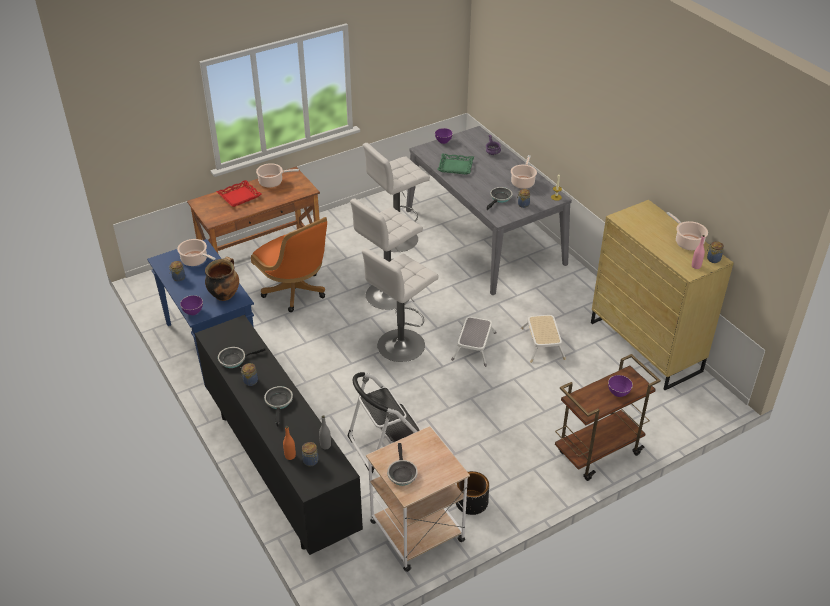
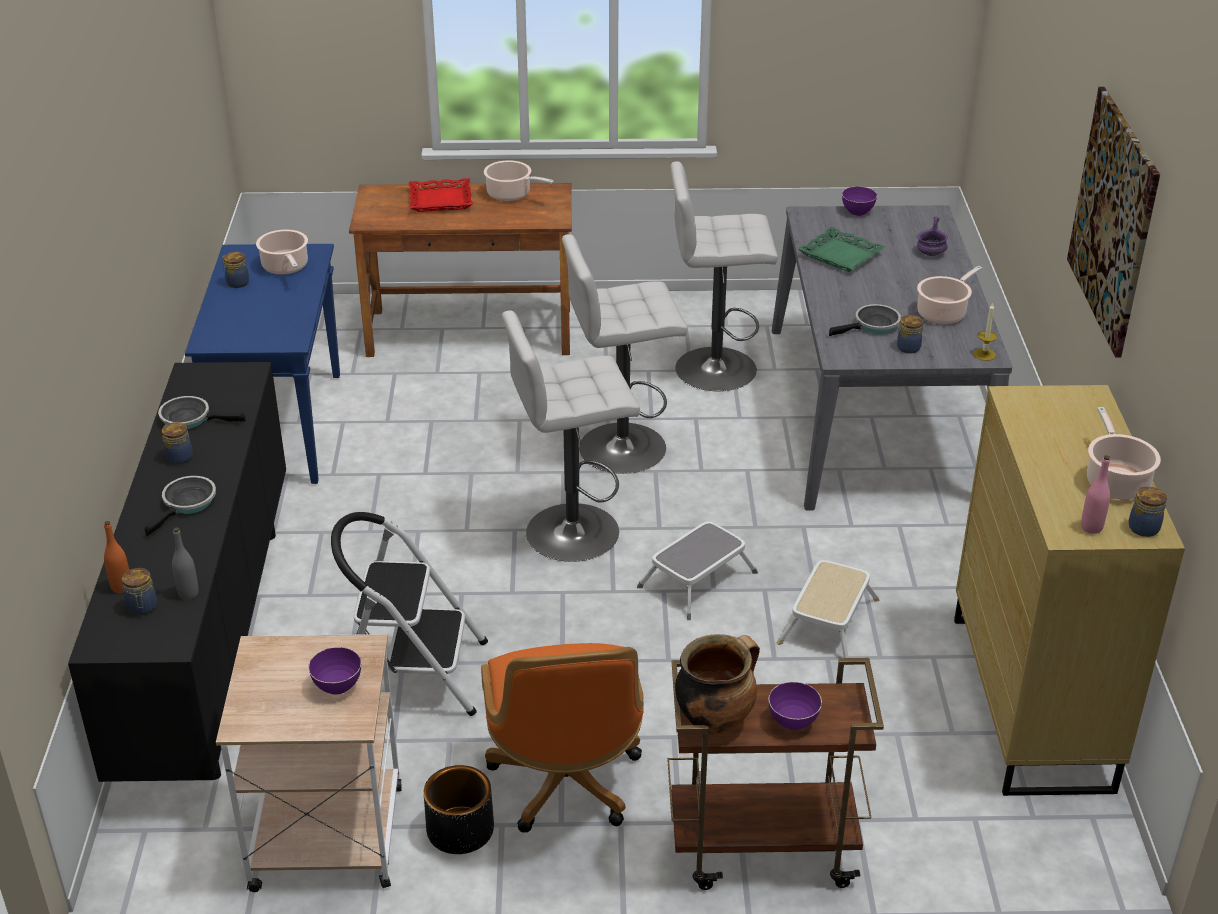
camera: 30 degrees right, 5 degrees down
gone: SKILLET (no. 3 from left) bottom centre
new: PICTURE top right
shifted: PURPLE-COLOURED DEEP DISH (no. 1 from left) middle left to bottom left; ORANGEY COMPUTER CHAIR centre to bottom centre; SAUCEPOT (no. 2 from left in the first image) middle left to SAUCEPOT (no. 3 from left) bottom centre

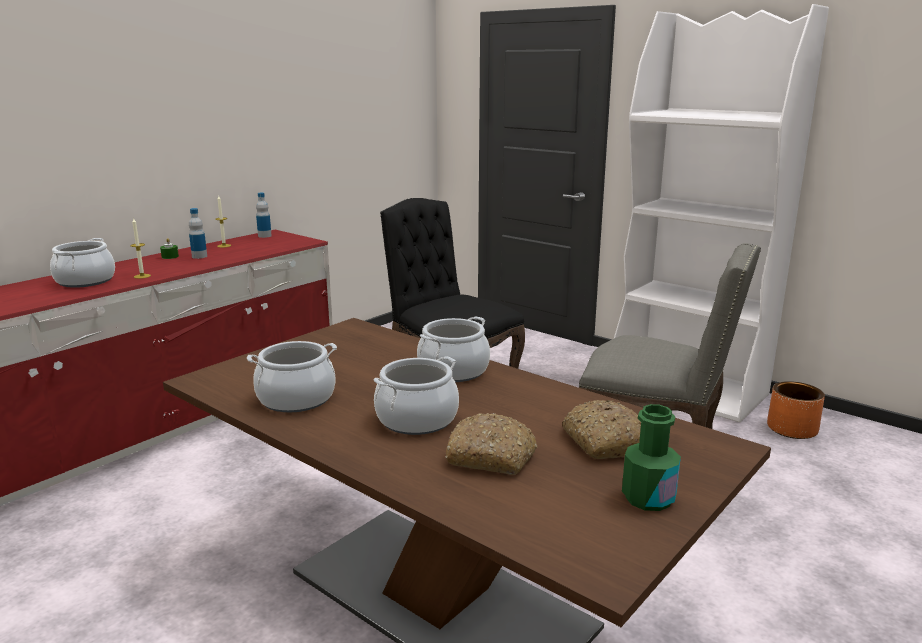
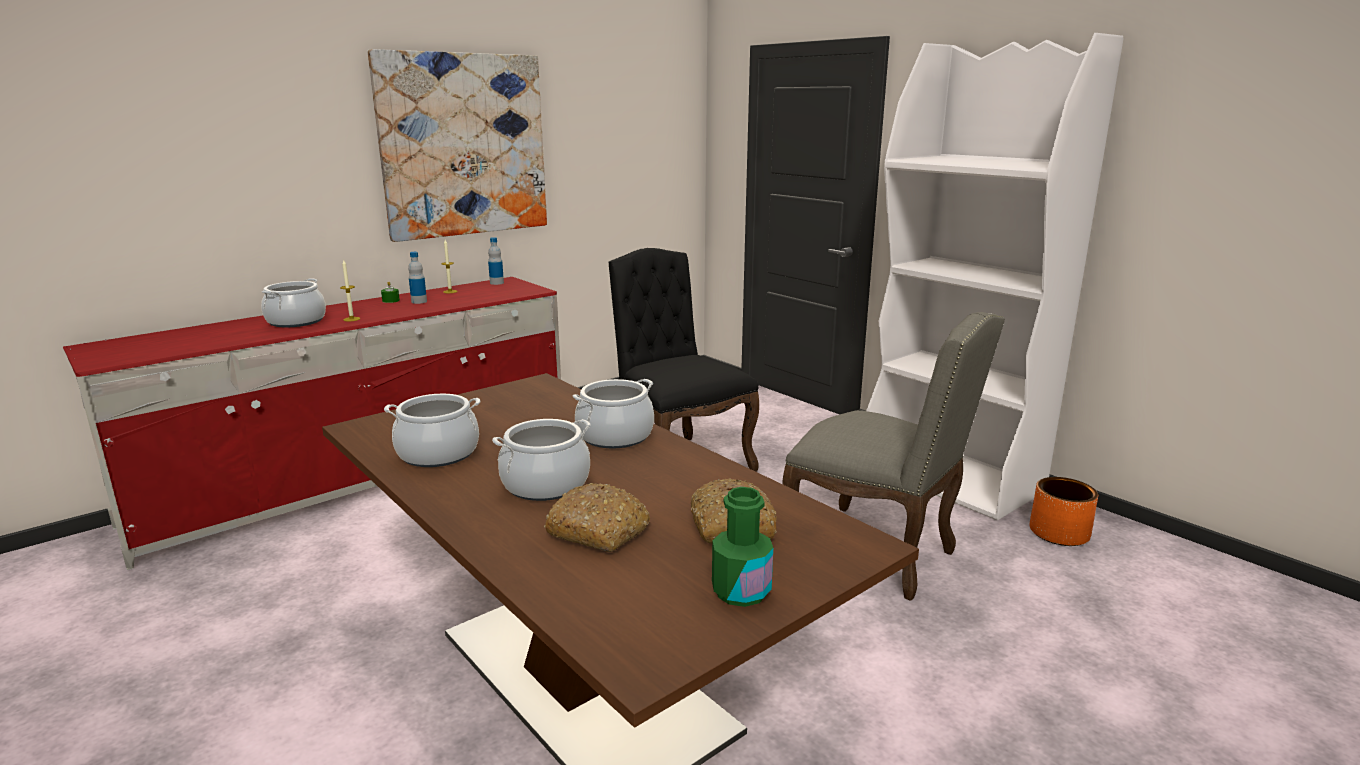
camera: 10 degrees right, 0 degrees up
new: PICTURE top centre

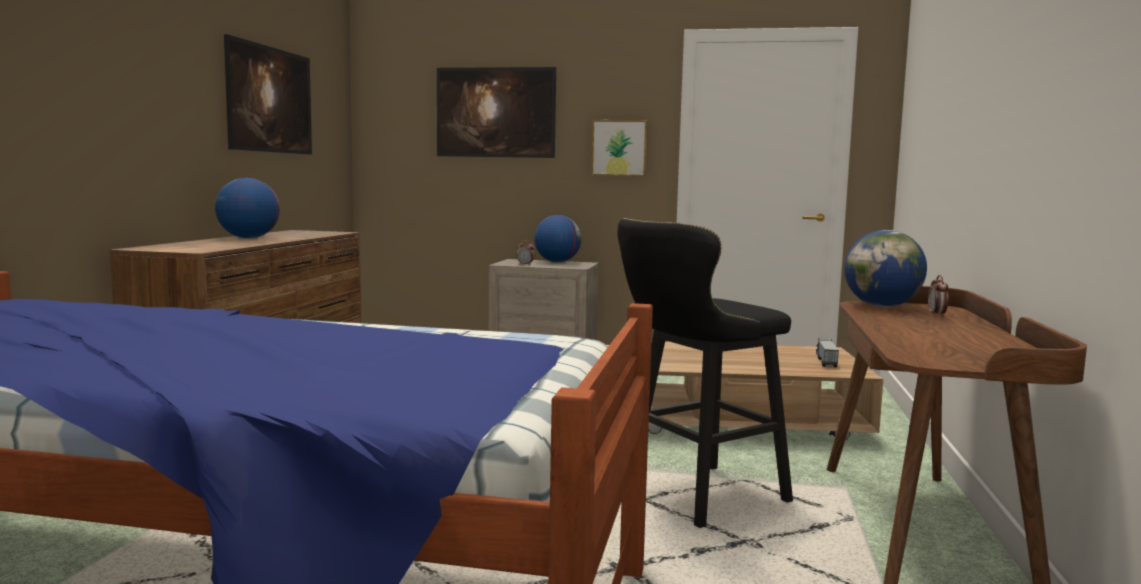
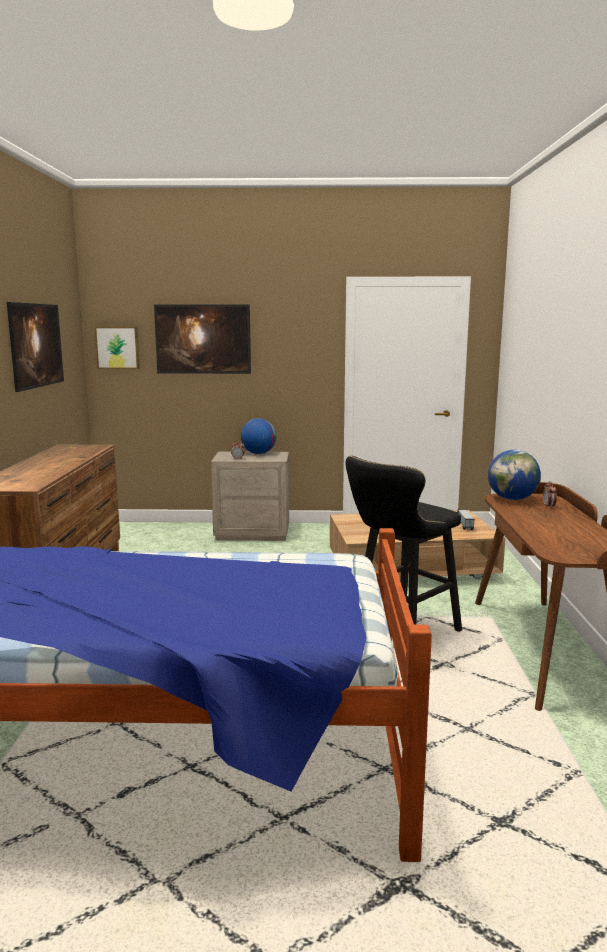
camera: 10 degrees left, 5 degrees up
gone: DESK GLOBE (no. 1 from left) middle left
shifted: PICTURE (no. 3 from left in the first image) top centre to PICTURE (no. 2 from left) middle left

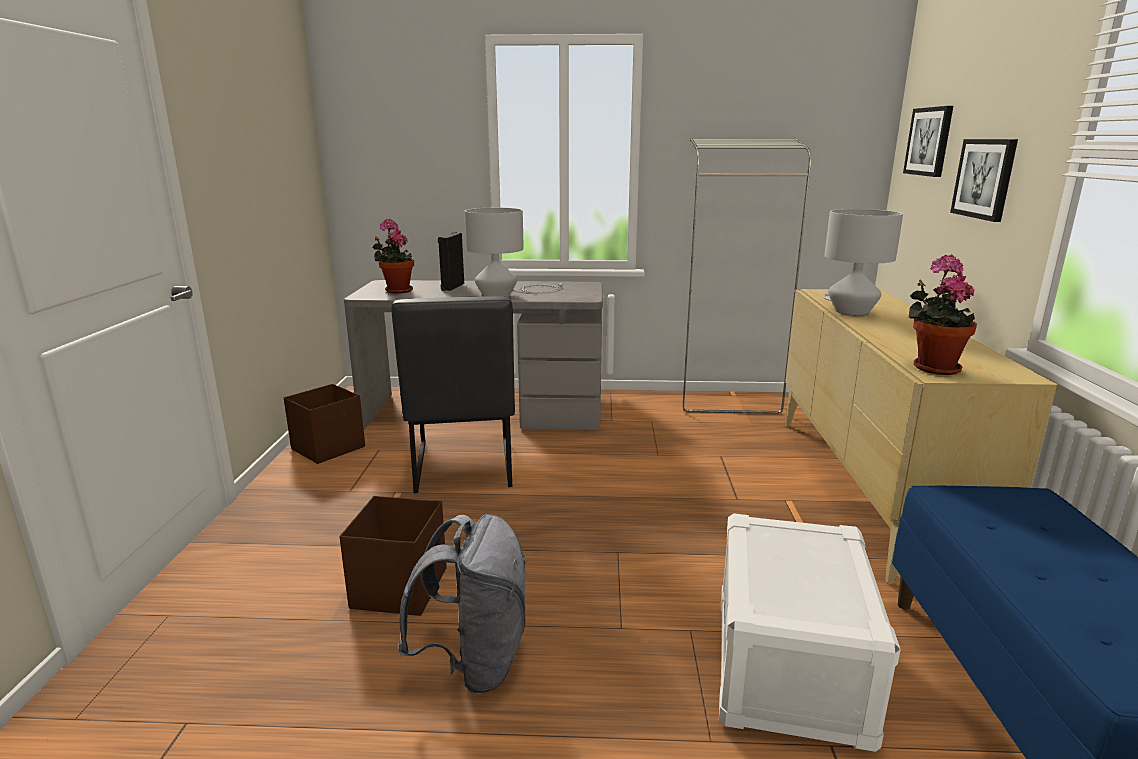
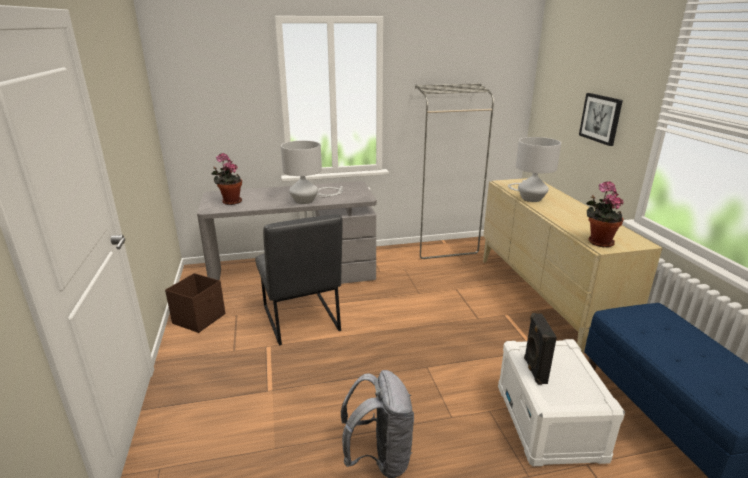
camera: 15 degrees left, 5 degrees up
gone: BROWNISH STORAGE BIN (no. 2 from left) bottom centre; PICTURE (no. 1 from left) top right
shifted: BLACKISH AUDIO SPEAKER centre to bottom right

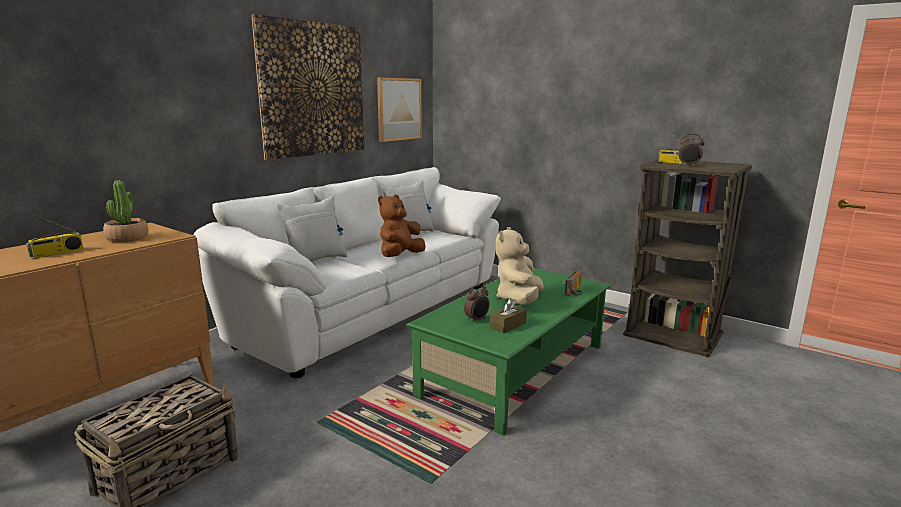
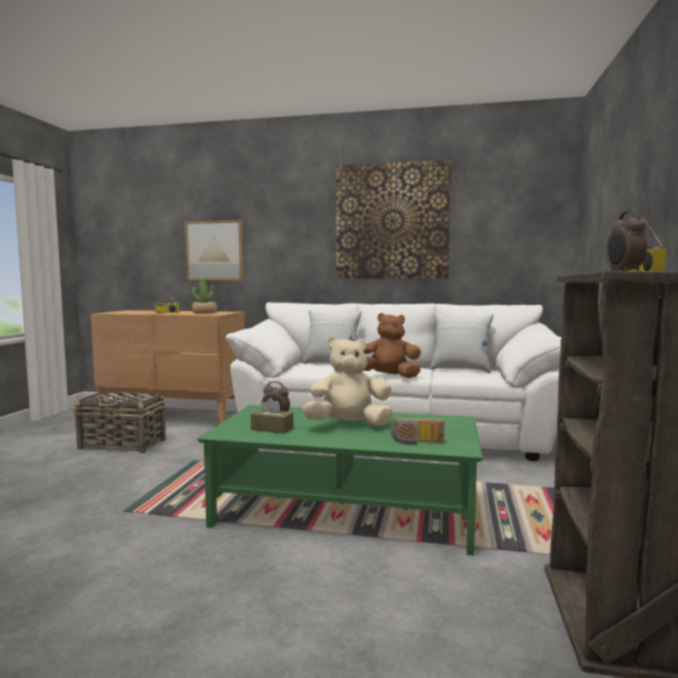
camera: 65 degrees right, 10 degrees down
shifted: PICTURE (no. 2 from left in the first image) top centre to PICTURE (no. 1 from left) middle left

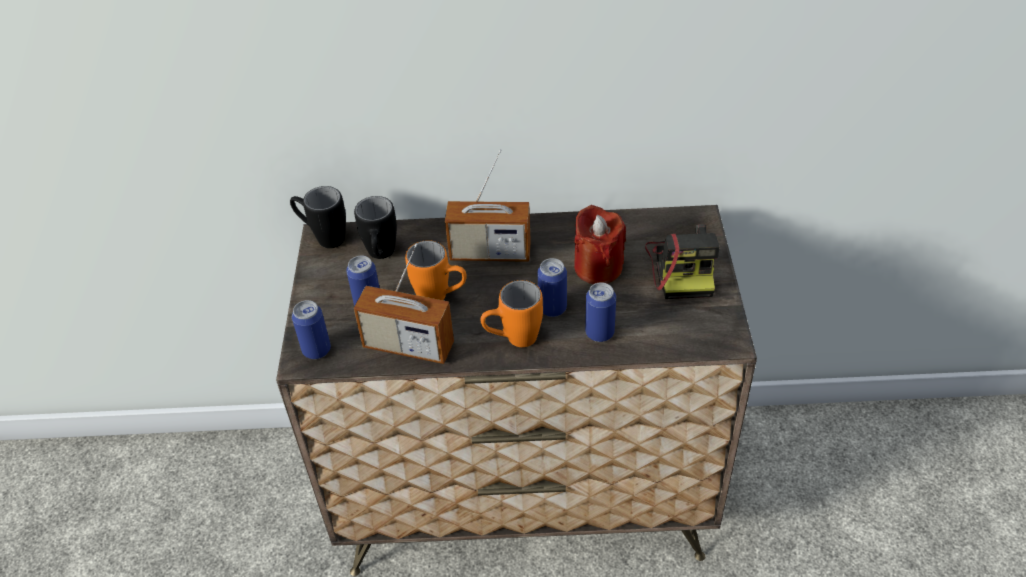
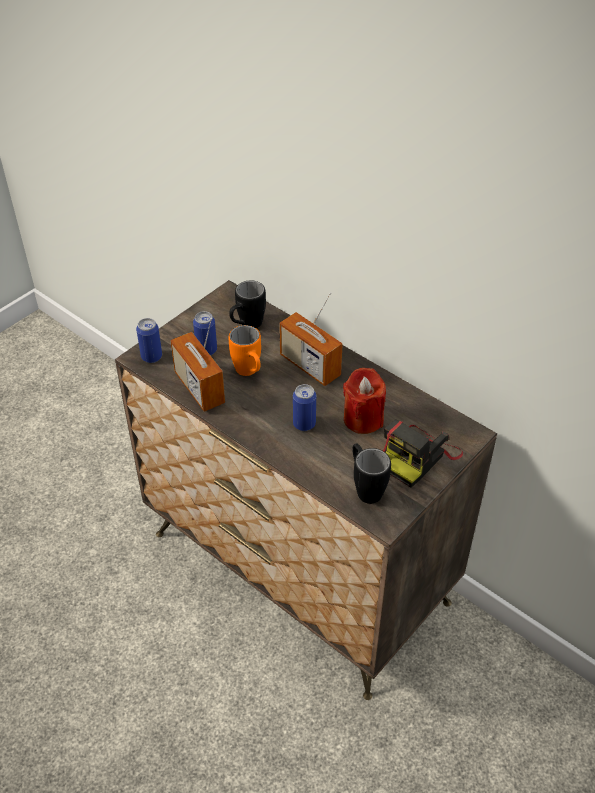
camera: 40 degrees right, 0 degrees up
gone: ORANGEY COFFEE MUG (no. 2 from left) centre; METAL CAN (no. 4 from left) centre
shifted: BLACKISH COFFEE MUG (no. 1 from left in the first image) middle left to BLACKISH COFFEE MUG (no. 2 from left) centre

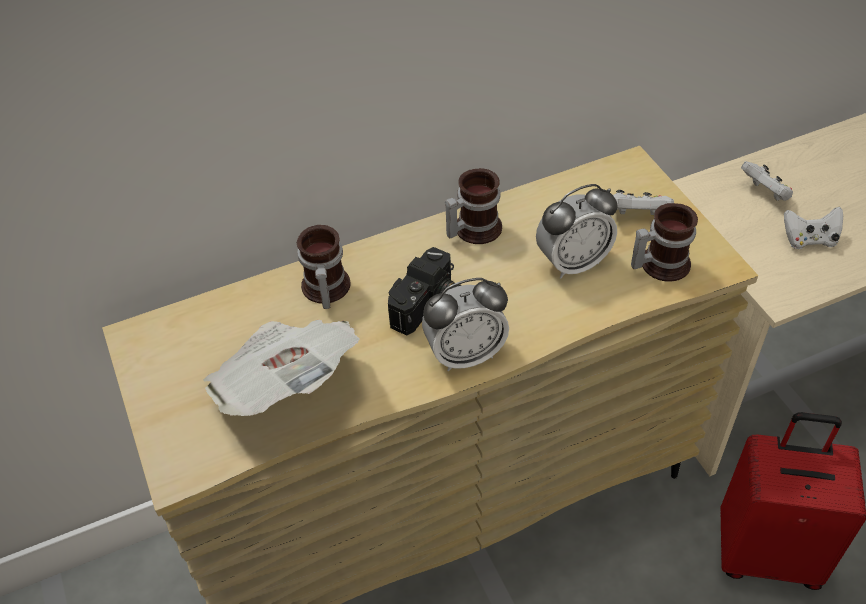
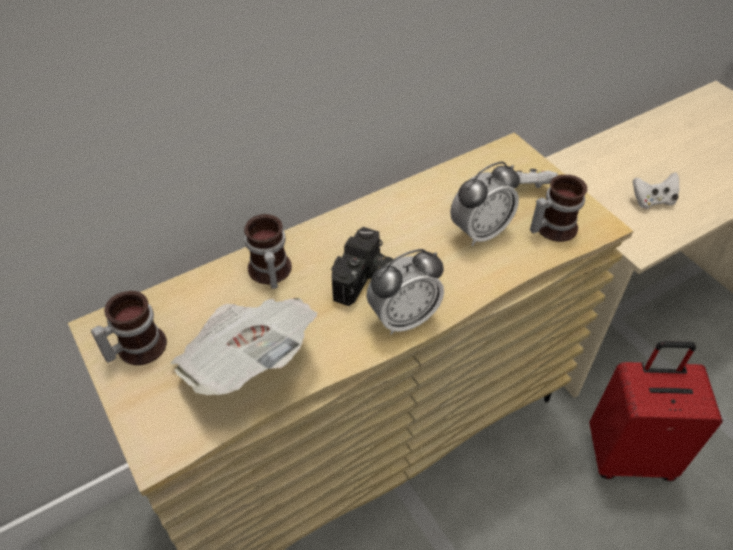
camera: 10 degrees left, 0 degrees up
gone: WHITE-COLOURED JOYPAD (no. 2 from left) top right
shifted: COFFEE MUG (no. 2 from left in the first image) centre to COFFEE MUG (no. 1 from left) middle left

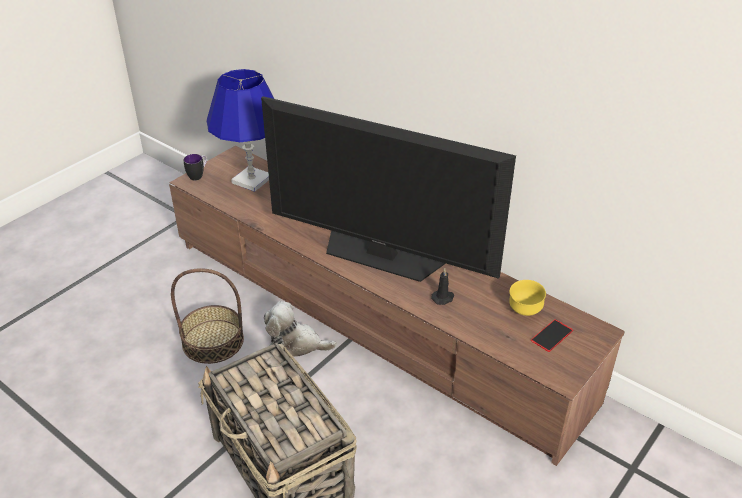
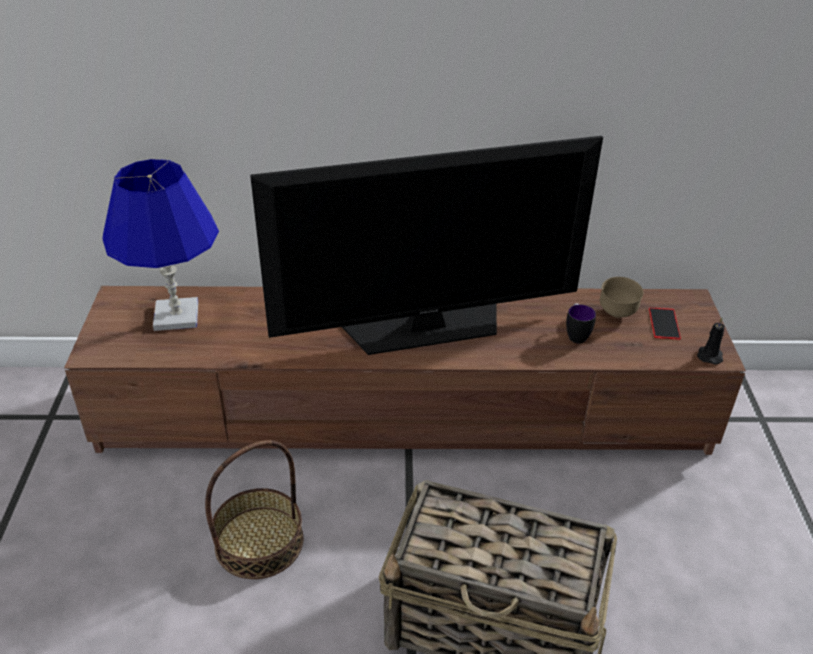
camera: 40 degrees left, 0 degrees up
gone: CUDDLY TOY centre
shifted: COFFEE MUG middle left to middle right; BLACKISH CANDLE centre to middle right
repainted: YELLOW DEEP DISH middle right to BROWNISH DEEP DISH middle right

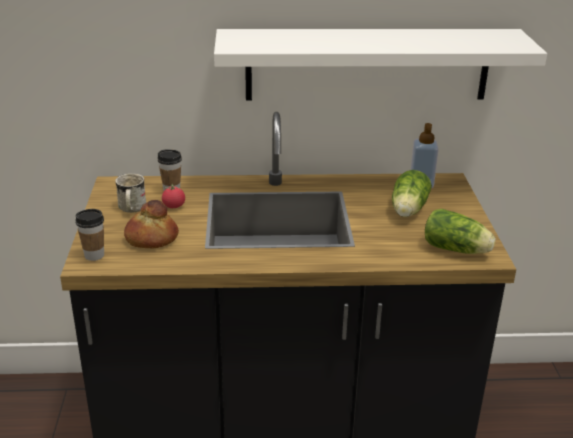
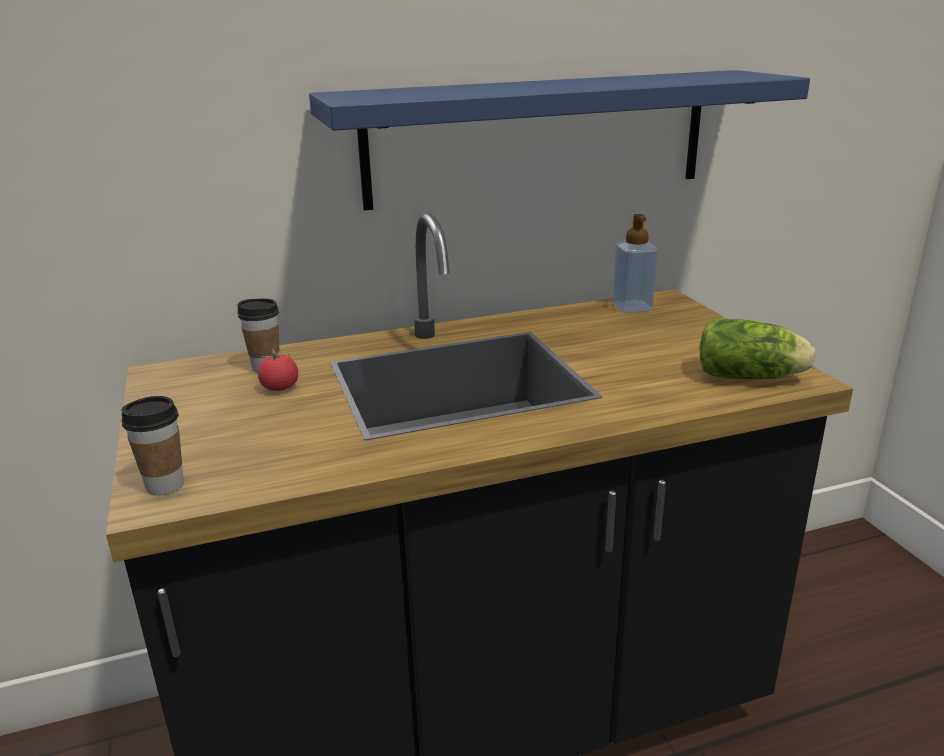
camera: 15 degrees left, 5 degrees down
gone: WHITE-COLOURED COFFEE MUG middle left; BREAD middle left; LETTUCE (no. 1 from left) middle right
repainted: WHITE-COLOURED BRACKET SHELF top centre to BLUE BRACKET SHELF top centre

